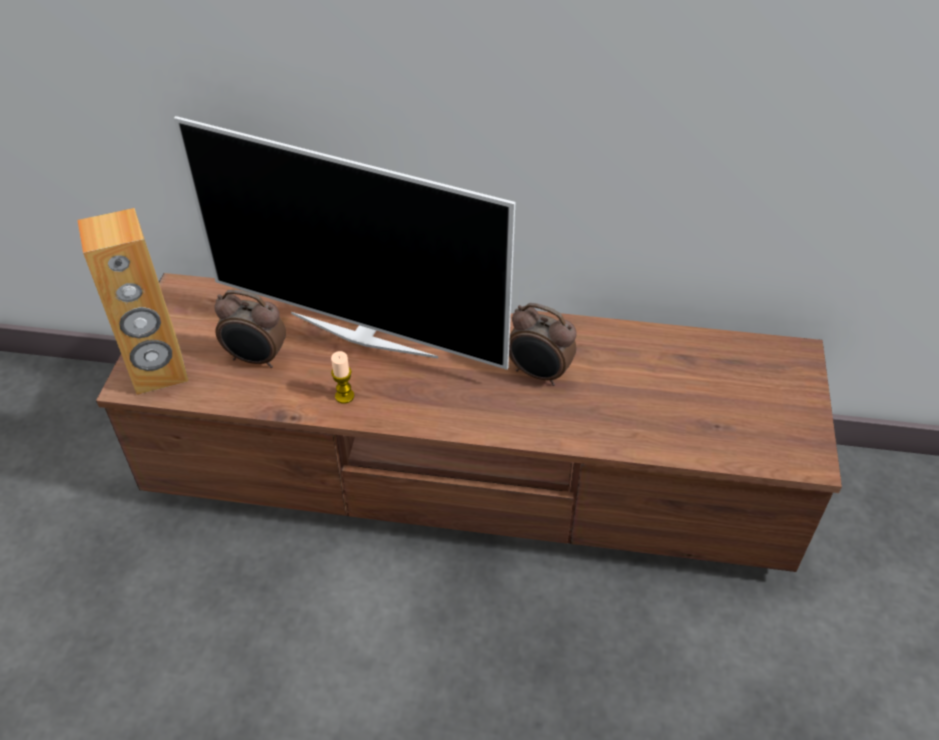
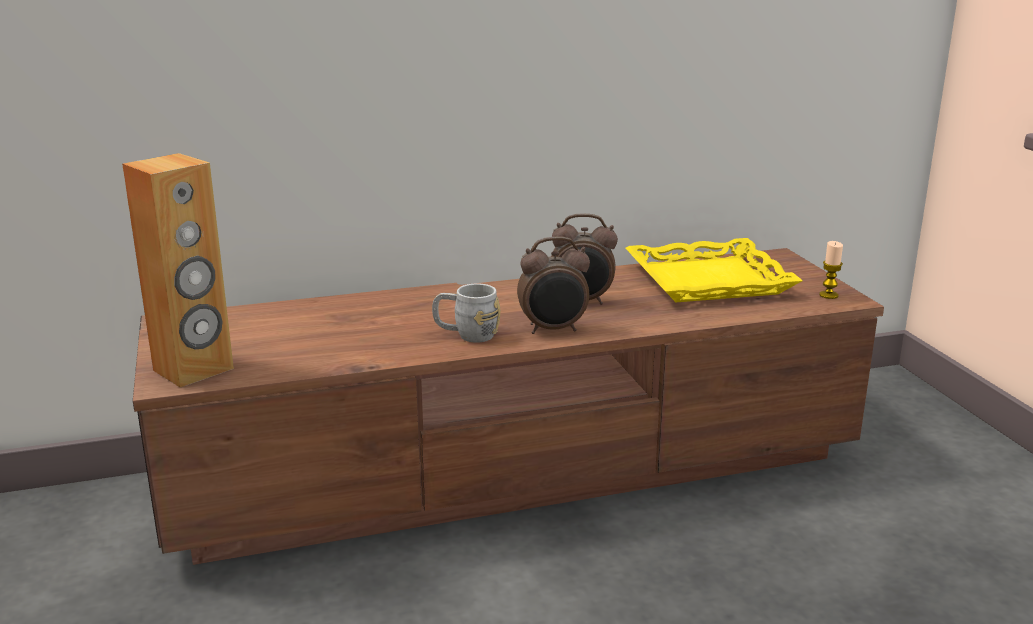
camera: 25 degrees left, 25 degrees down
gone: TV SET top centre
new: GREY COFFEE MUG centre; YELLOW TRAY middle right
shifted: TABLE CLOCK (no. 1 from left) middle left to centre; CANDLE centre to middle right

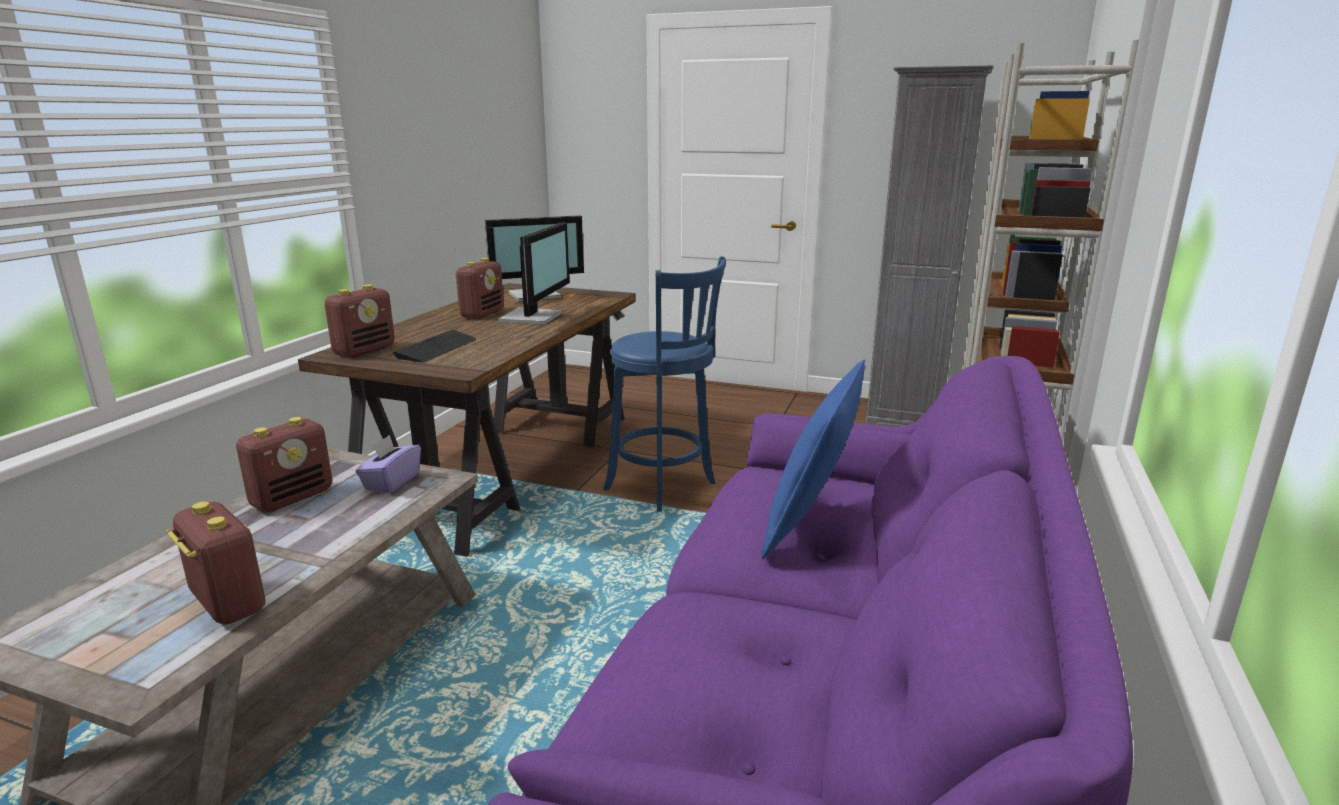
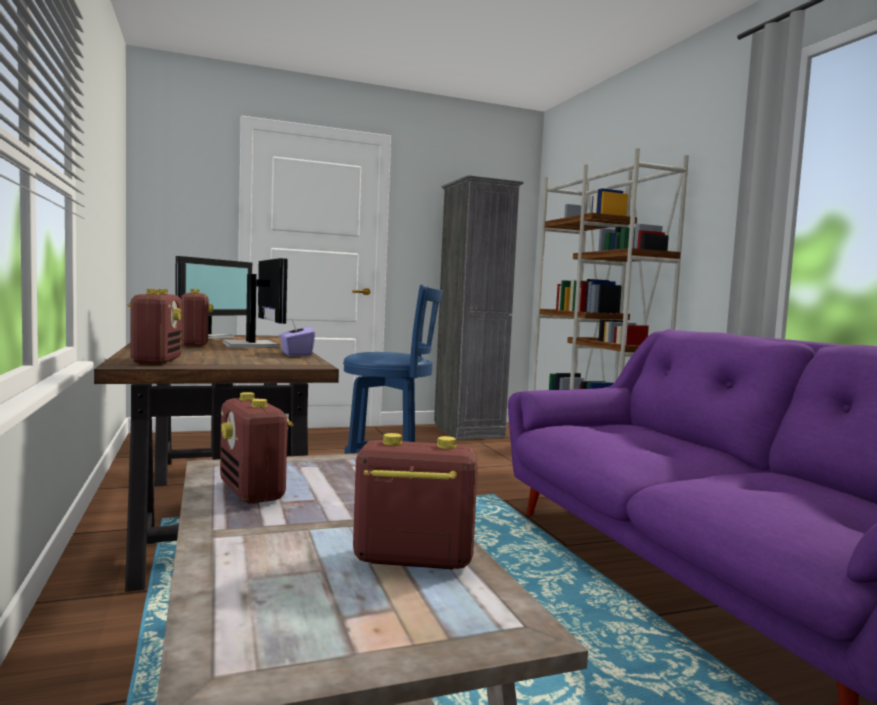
camera: 40 degrees left, 15 degrees down
gone: KEYBOARD middle left; BLUE CUSHION centre
shifted: PURPLE-COLOURED TISSUE BOX middle left to centre
rotated: RADIO SET (no. 2 from left in the first image) middle left = middle left 150 degrees clockwise

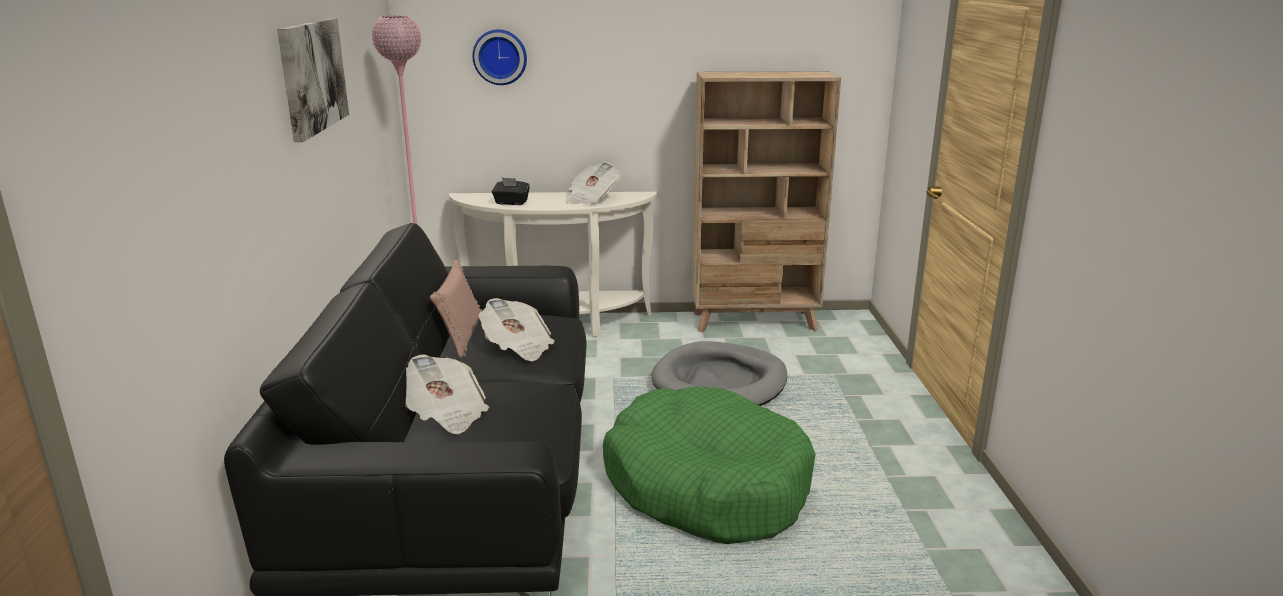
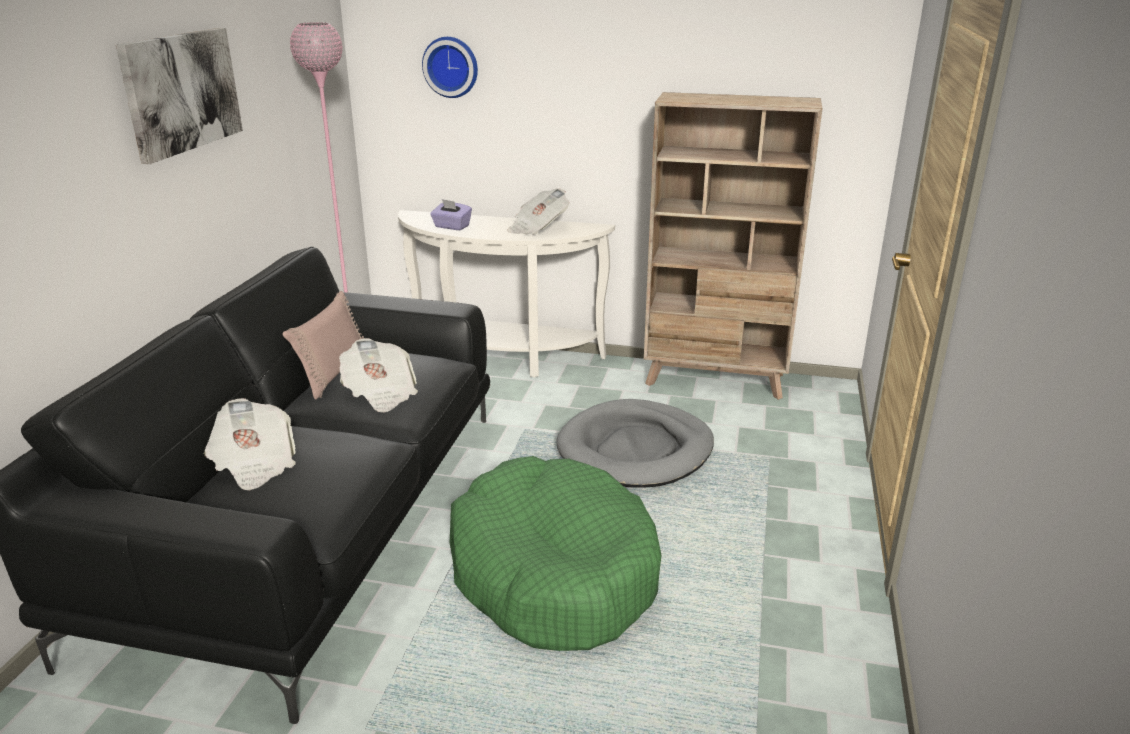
camera: 15 degrees right, 5 degrees up
repainted: BLACKISH TISSUE BOX top centre to PURPLE-COLOURED TISSUE BOX top centre

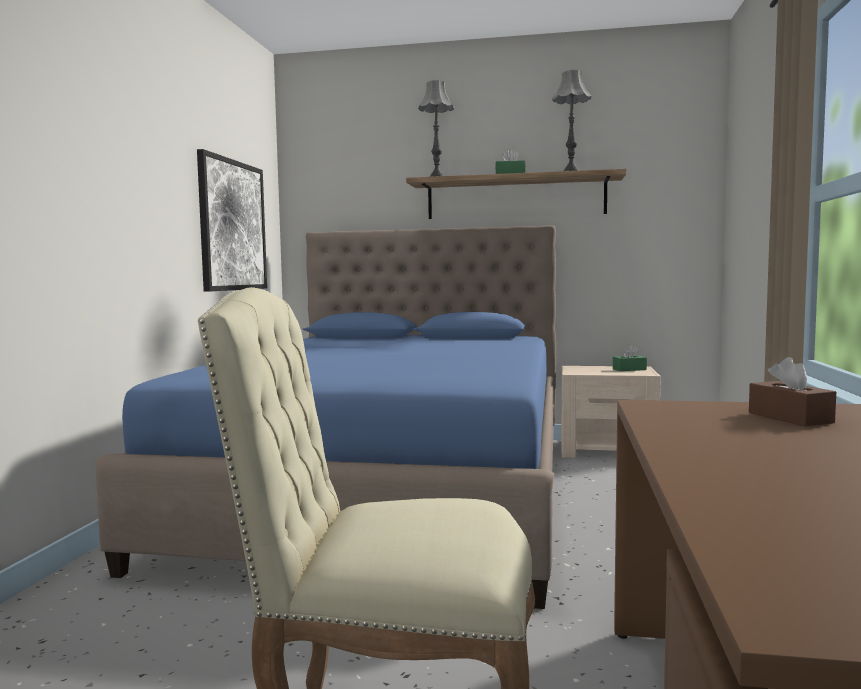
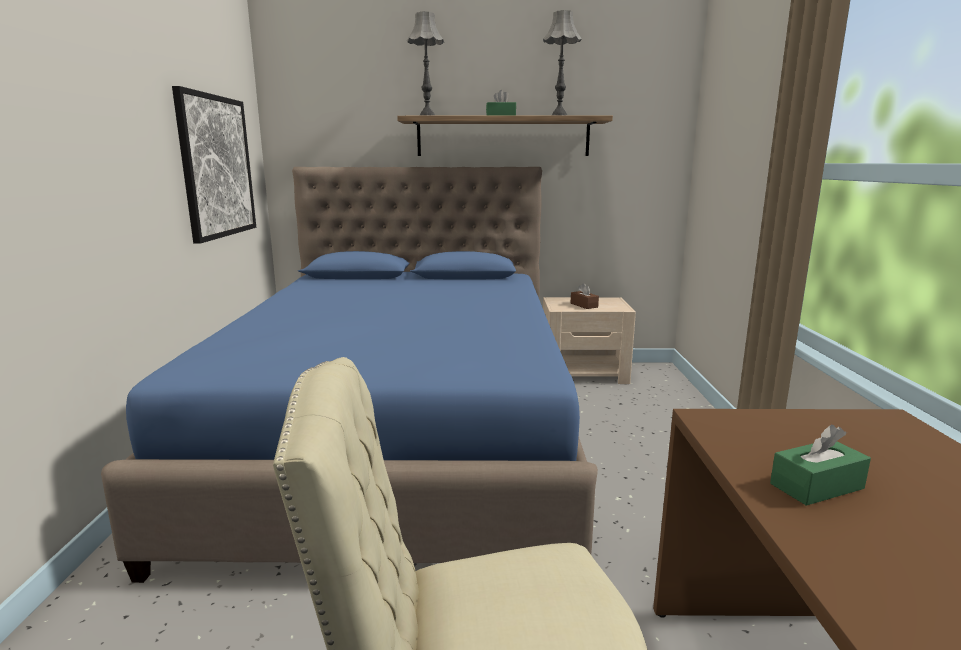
camera: 10 degrees left, 10 degrees up
shifted: BROWNISH TISSUE BOX middle right to centre; GREEN TISSUE BOX (no. 2 from left) middle right to bottom right

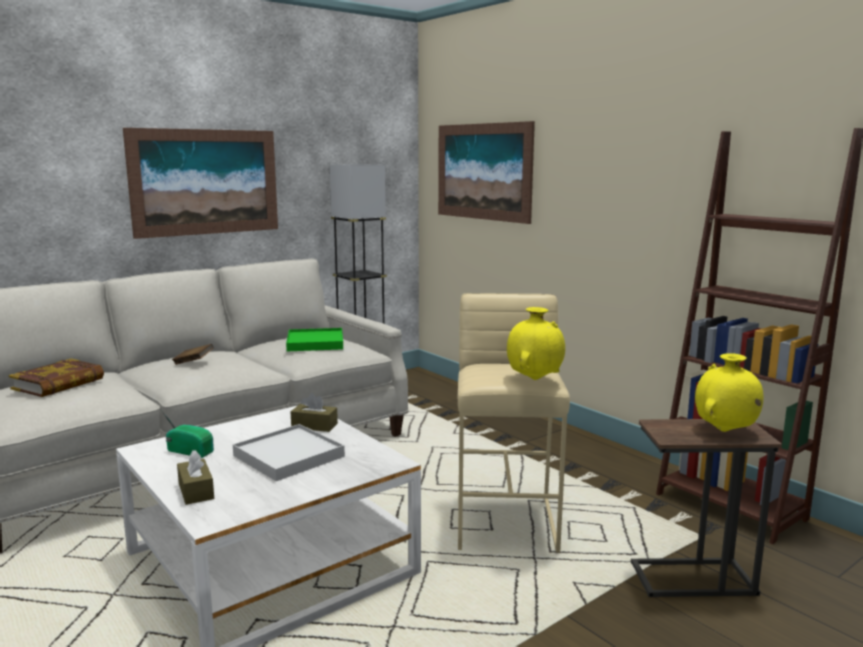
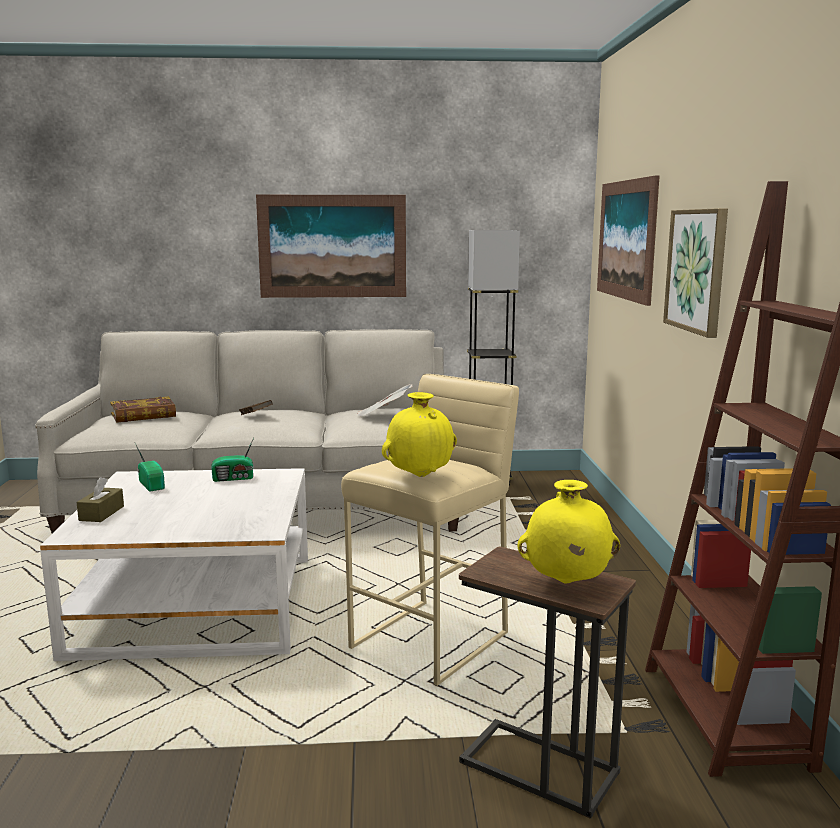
camera: 35 degrees right, 0 degrees up
gone: WHITE-COLOURED TRAY bottom centre; BROWNISH TISSUE BOX (no. 2 from left) centre
new: RADIO SET (no. 2 from left) middle left; PICTURE (no. 3 from left) top right
swapped: GREEN TRAY centre to DAILY PAPER centre

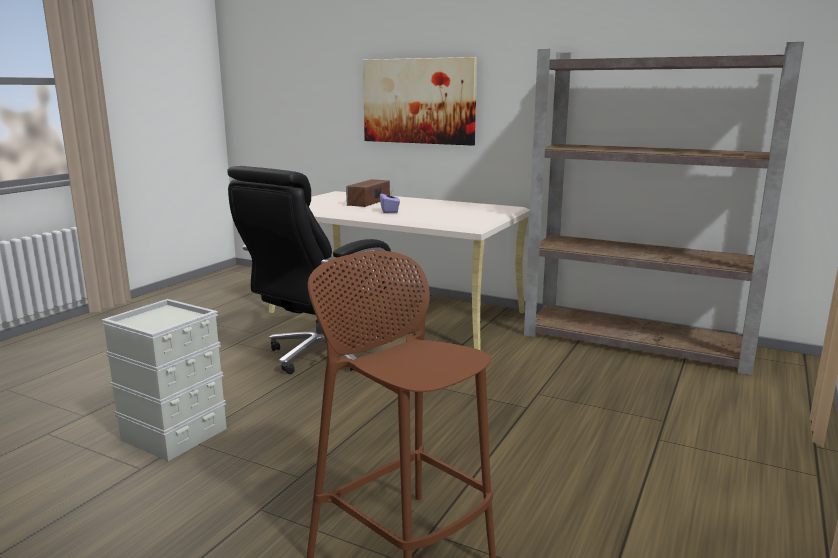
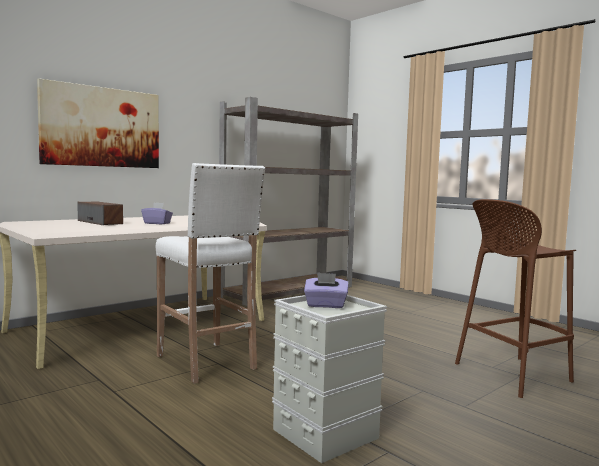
camera: 70 degrees left, 10 degrees down
new: PURPLE-COLOURED TISSUE BOX (no. 2 from left) centre
swapped: BLACKISH COMPUTER CHAIR centre to WHITE-COLOURED STOOL SEAT centre

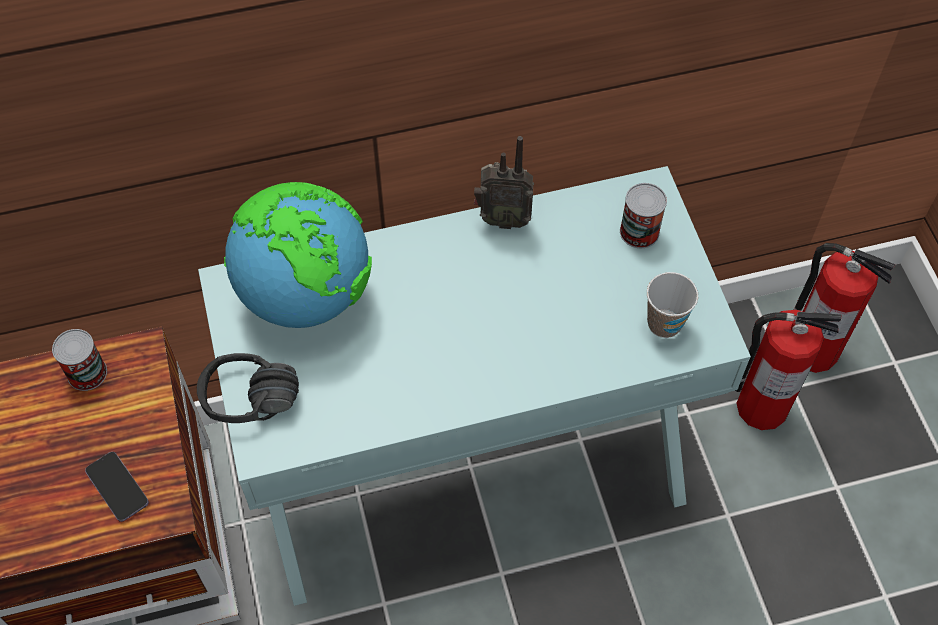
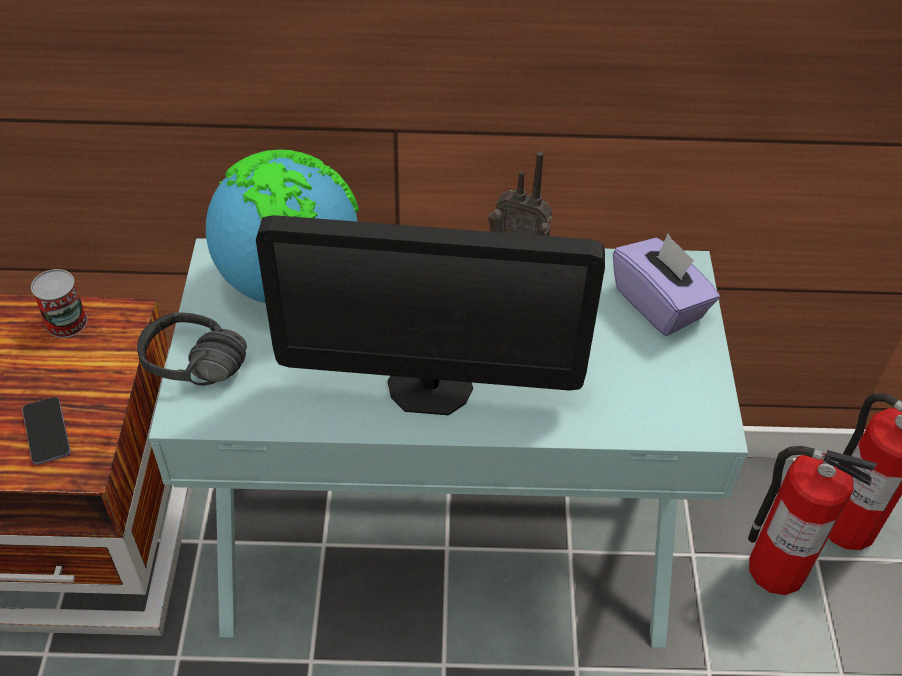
camera: 15 degrees right, 10 degrees down
gone: SMALL CUP middle right
new: MONITOR centre
swapped: METAL CAN (no. 2 from left) middle right to PURPLE-COLOURED TISSUE BOX middle right

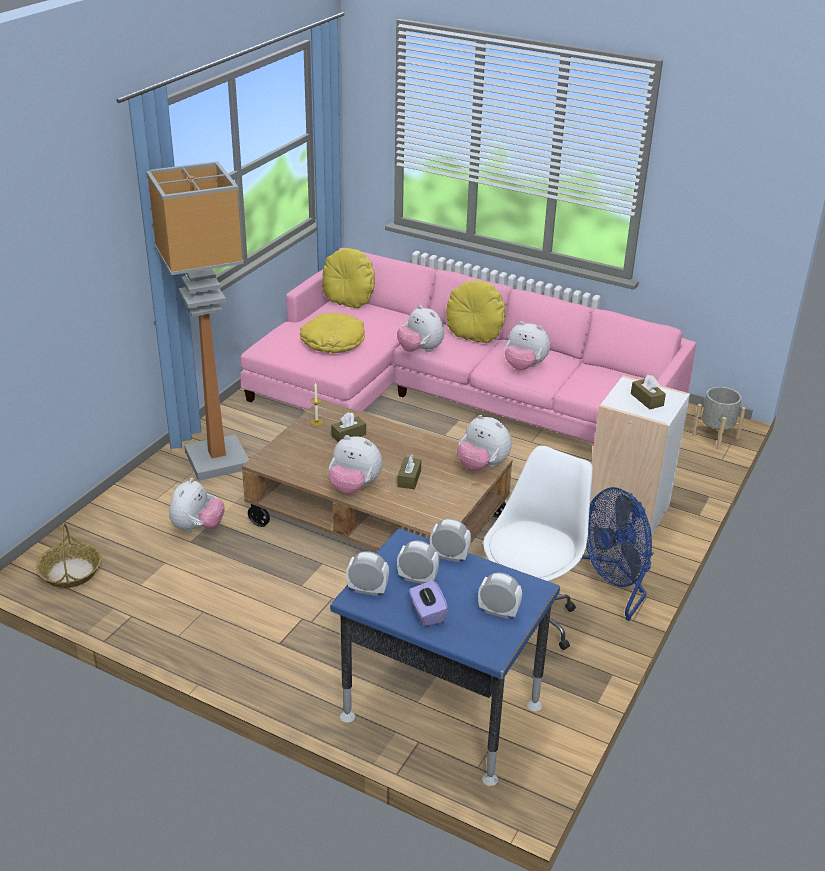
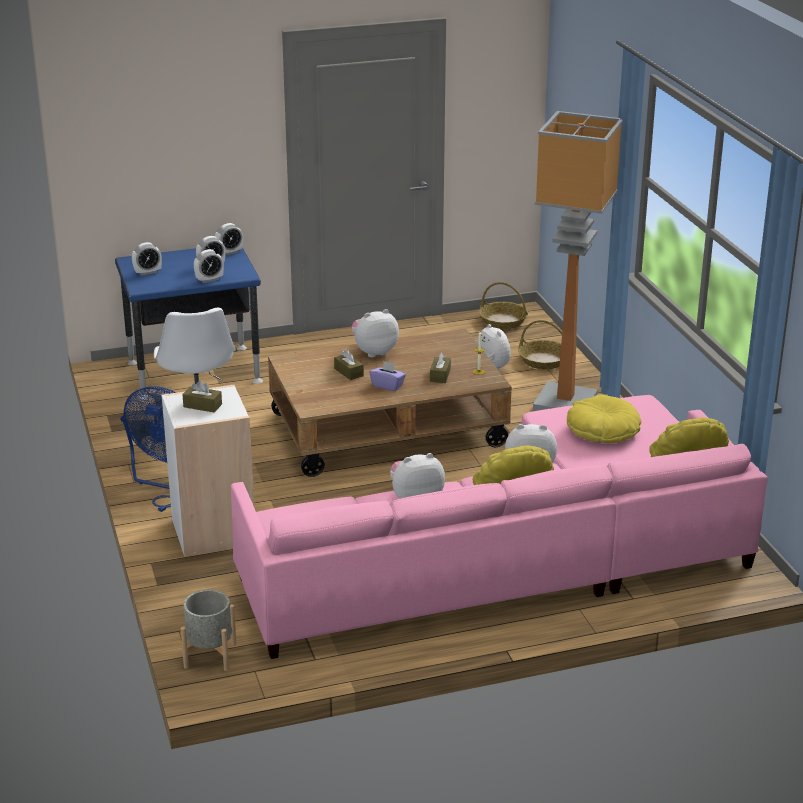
camera: 135 degrees right, 5 degrees down
gone: CUDDLY TOY (no. 4 from left) centre
new: STORAGE BASKET (no. 2 from left) middle right
shifted: PURPLE-COLOURED TISSUE BOX bottom centre to centre

